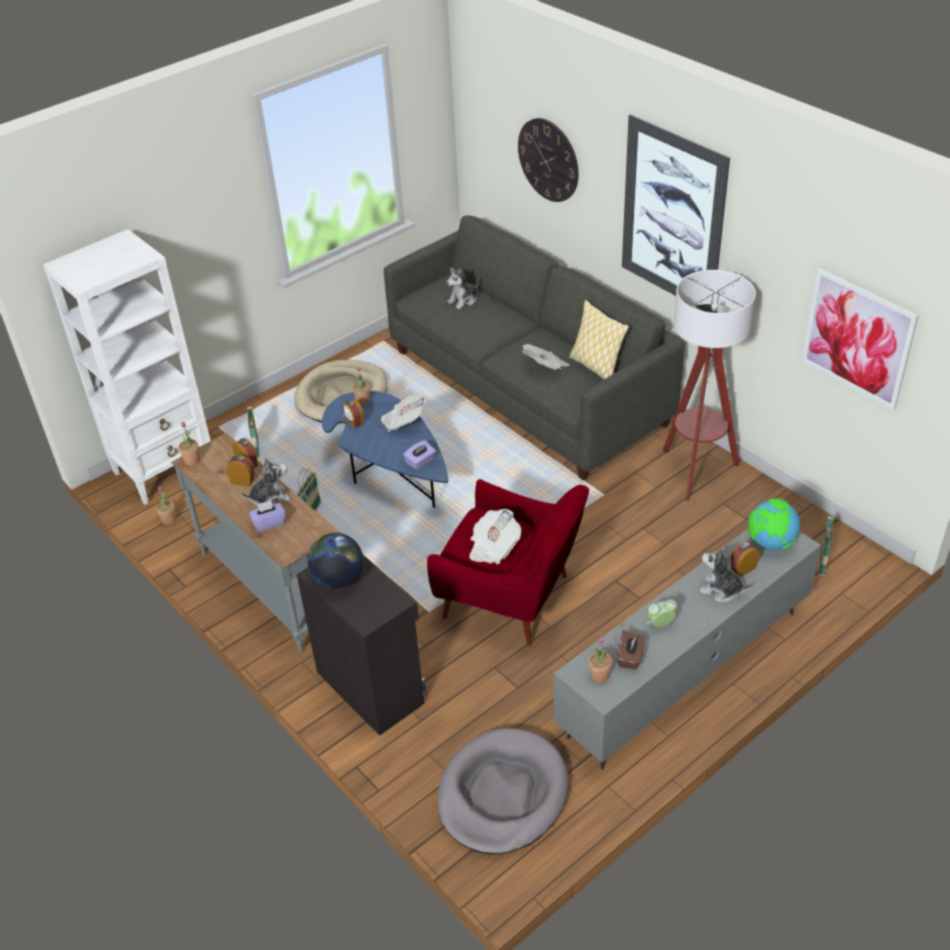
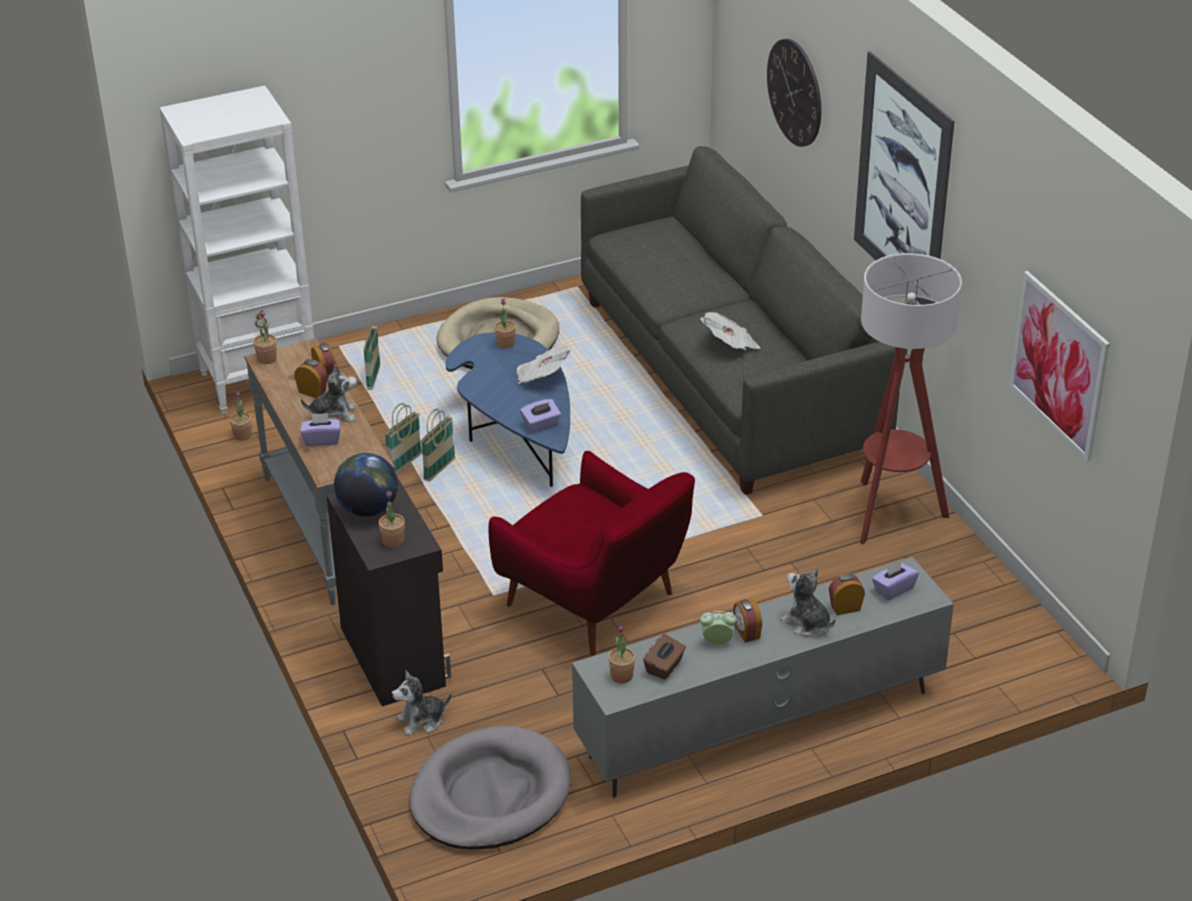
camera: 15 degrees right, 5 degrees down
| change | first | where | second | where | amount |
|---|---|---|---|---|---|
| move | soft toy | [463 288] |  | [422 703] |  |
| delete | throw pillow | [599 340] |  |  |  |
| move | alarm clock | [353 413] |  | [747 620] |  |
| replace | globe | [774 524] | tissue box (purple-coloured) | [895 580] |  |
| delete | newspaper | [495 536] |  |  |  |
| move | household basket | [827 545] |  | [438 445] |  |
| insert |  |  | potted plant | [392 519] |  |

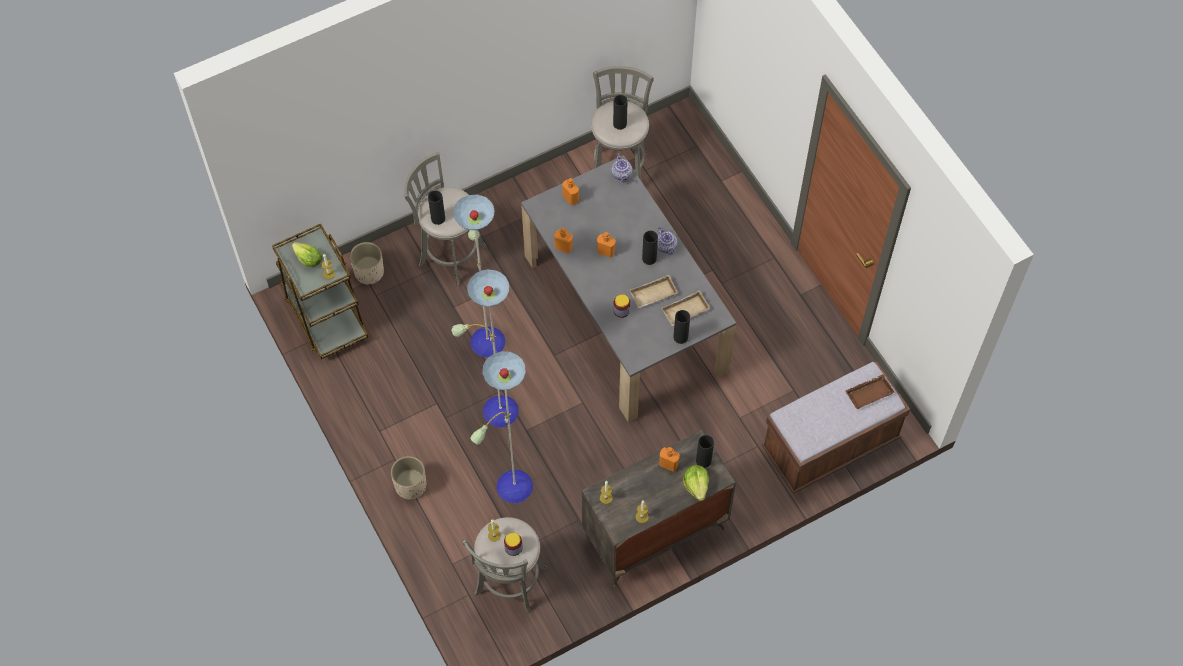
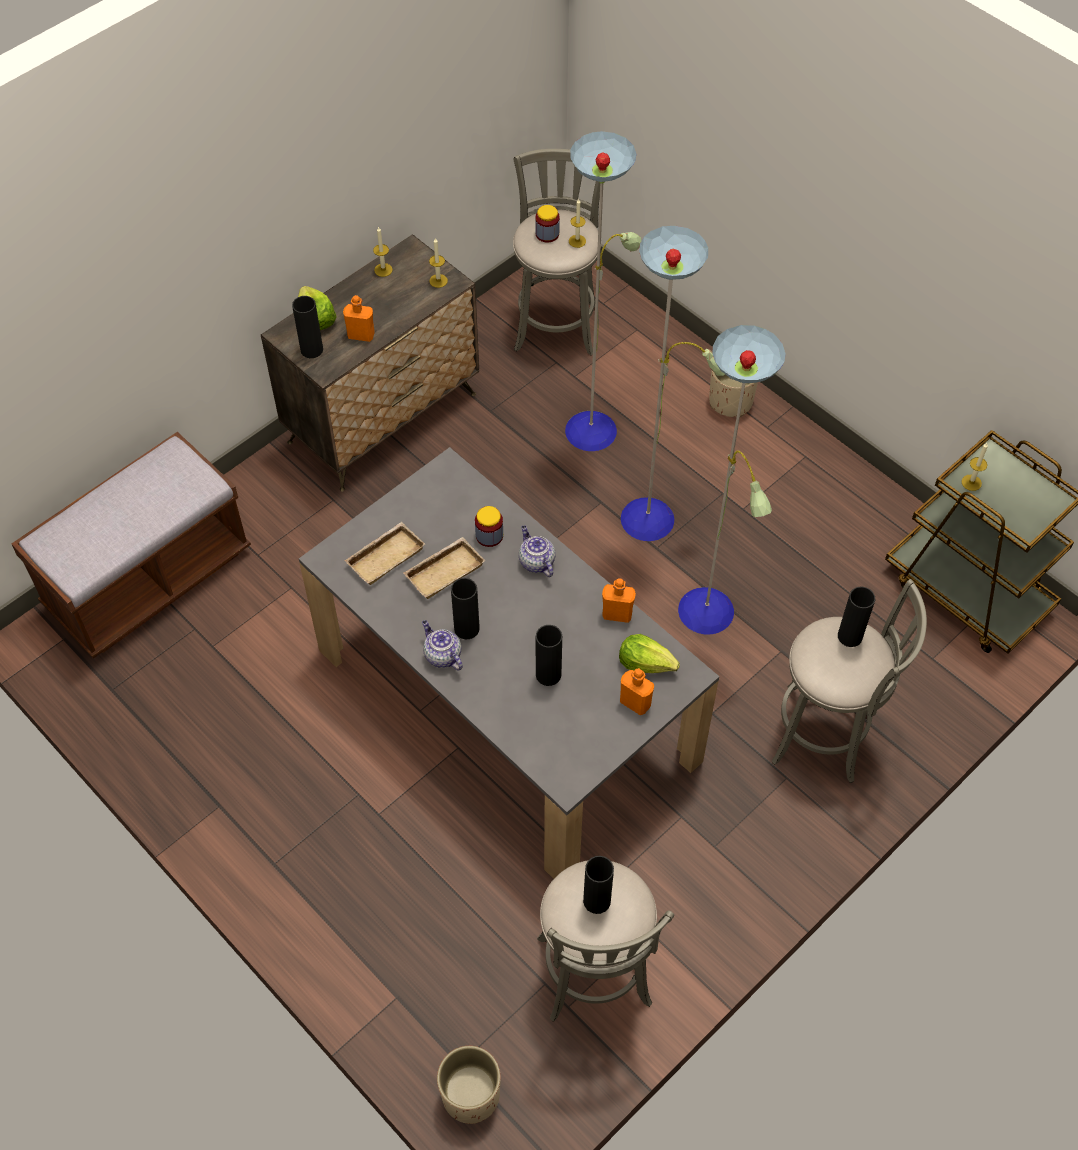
camera: 165 degrees right, 5 degrees down
| change | first | where | second | where | amount |
|---|---|---|---|---|---|
| move | pot for tea | [621 168] |  | [537 551] |  |
| delete | bottle (orangey) | [606 245] |  |  |  |
| move | lettuce | [307 254] |  | [649 653] |  |
| move | flower pot (beige-coloured) | [367 263] |  | [469 1085] |  |
| move | vase (blackish) | [681 327] |  | [549 655] |  |
| delete | carrying tray (brownish) | [870 391] |  |  |  |

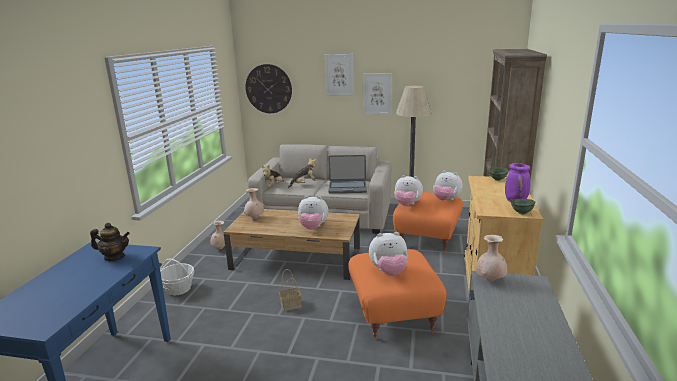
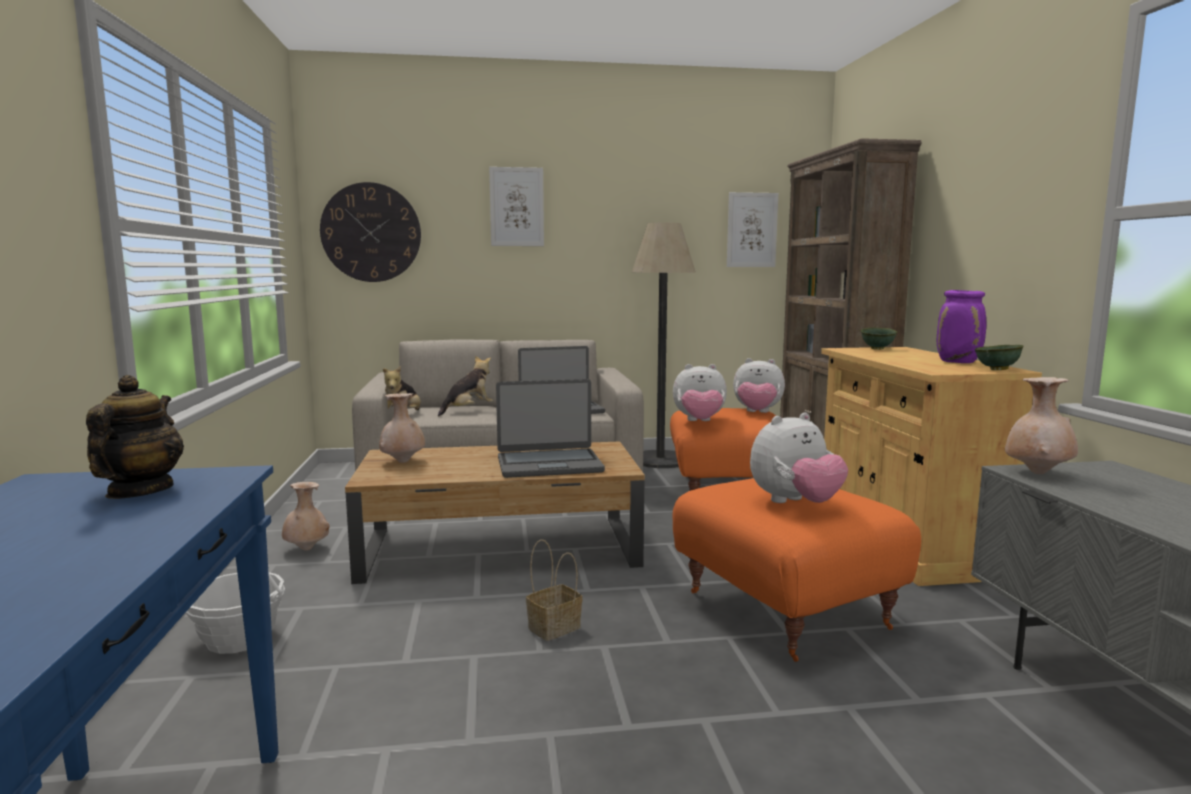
camera: 20 degrees left, 10 degrees down
| change | first | where | second | where | amount |
|---|---|---|---|---|---|
| move | wall art | [377 94] |  | [752 229] |  |
| replace | soft toy | [313 213] | laptop | [550 428] |  |
| rotate | pot for tea | [110 242] |  | [135 437] | 75 degrees counterclockwise |

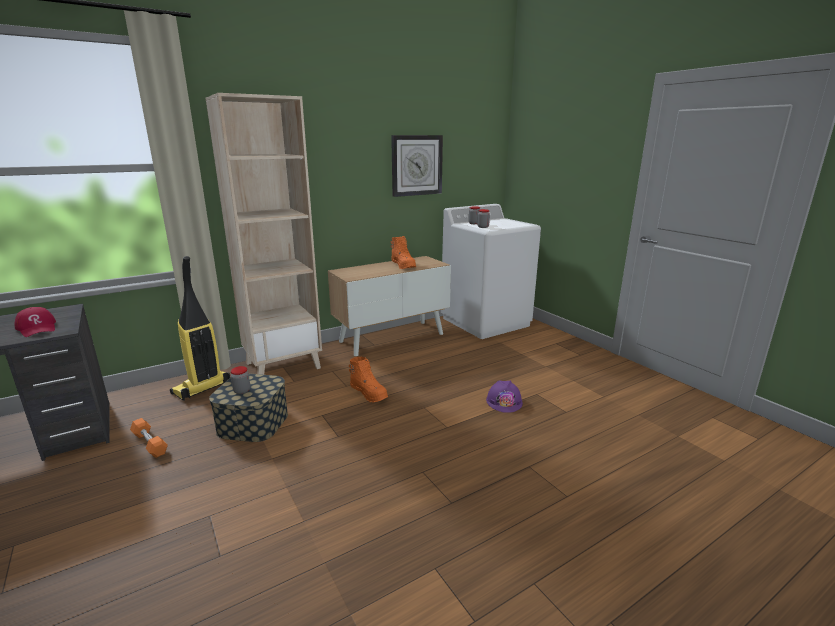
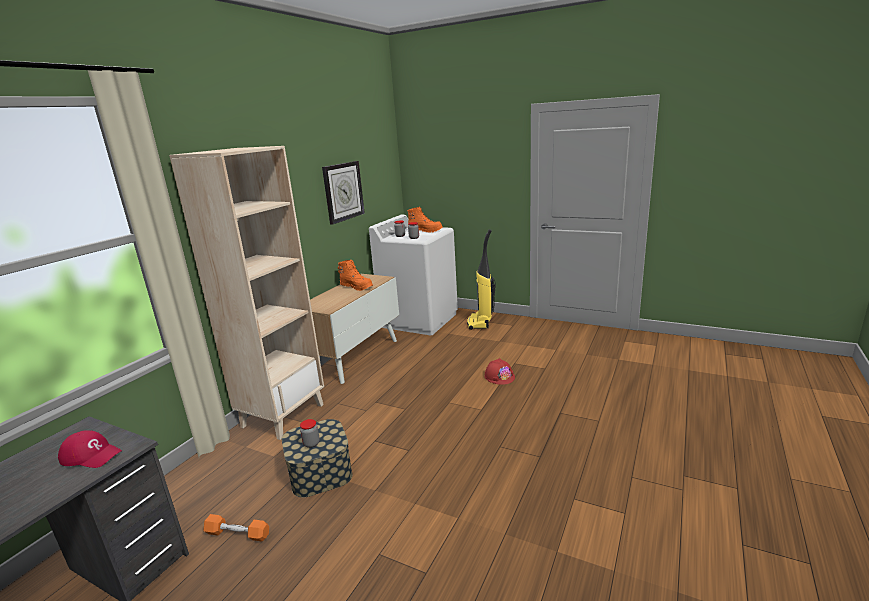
camera: 30 degrees left, 0 degrees up
| change | first | where | second | where | amount |
|---|---|---|---|---|---|
| move | vacuum | [200 328] |  | [481 279] |  |
| move | high-top boot (orangey) | [368 380] |  | [424 220] |  |
| recolor | safety helmet (purple-coloured) | [504 396] | safety helmet (red-coloured) | [500 371] |  |

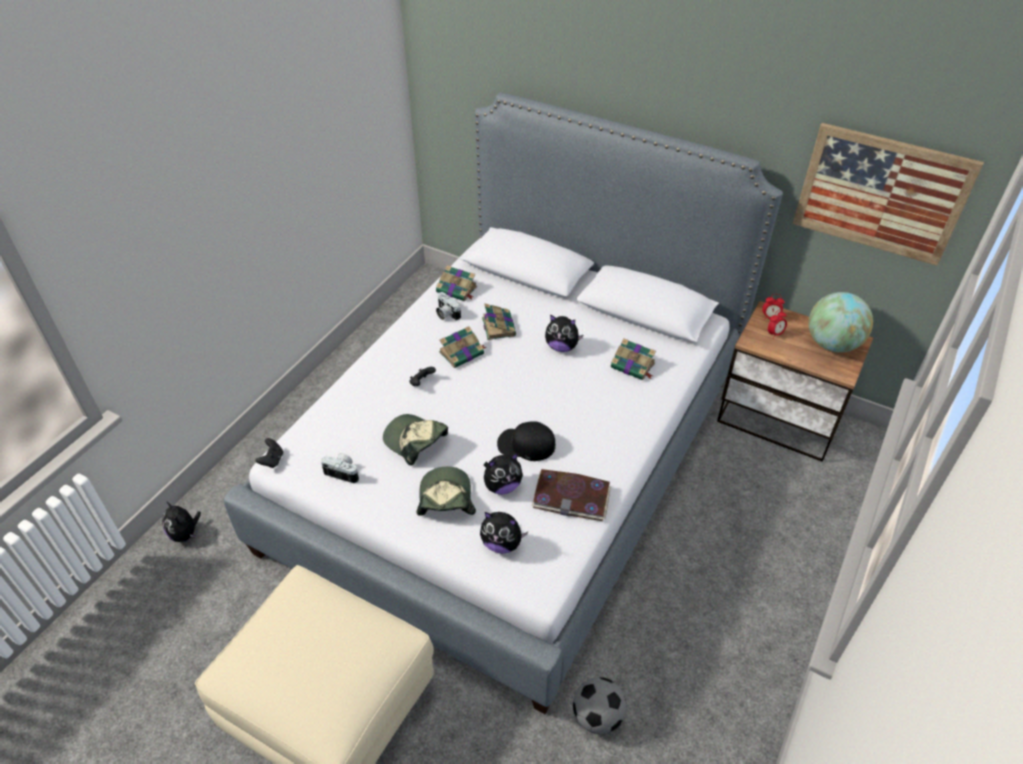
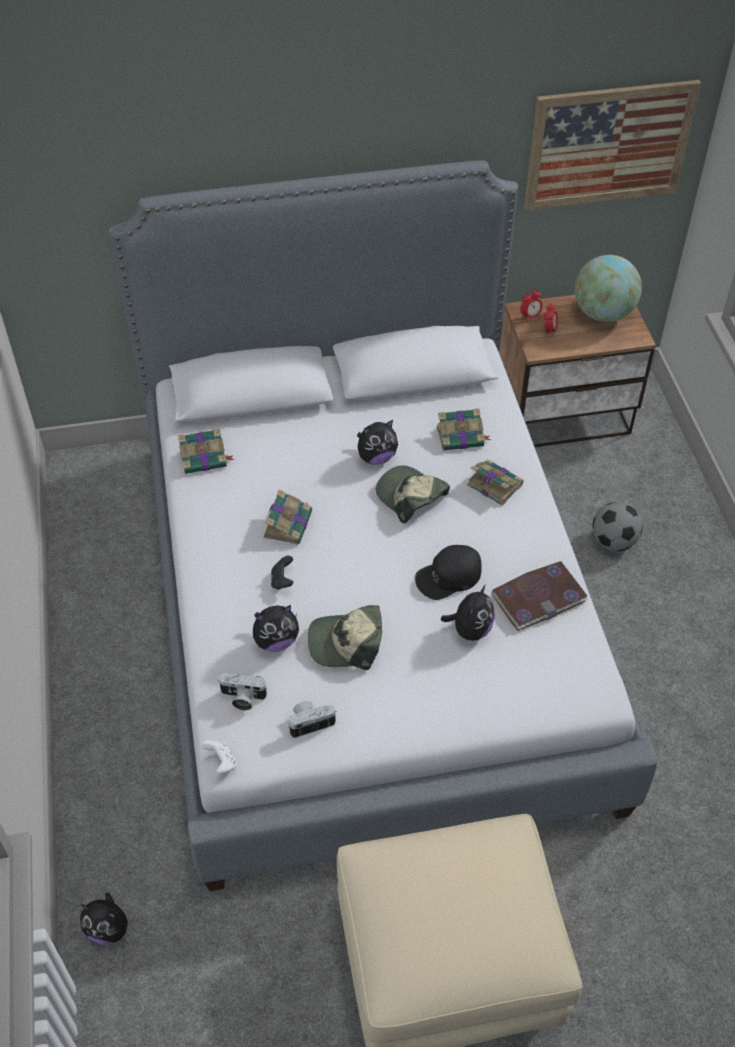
camera: 40 degrees left, 5 degrees up
| change | first | where | second | where | amount |
|---|---|---|---|---|---|
| move | still camera | [448 306] |  | [242 691] |  |
| move | volume | [499 321] |  | [495 482] |  |
| recolor | gamepad (blackish) | [269 453] | gamepad (white) | [219 757] |  |
| move | peaked cap | [446 491] |  | [413 494] |  |
| move | soft toy | [504 533] |  | [276 628] |  |
| move | ball for football | [599 705] |  | [617 526] |  |

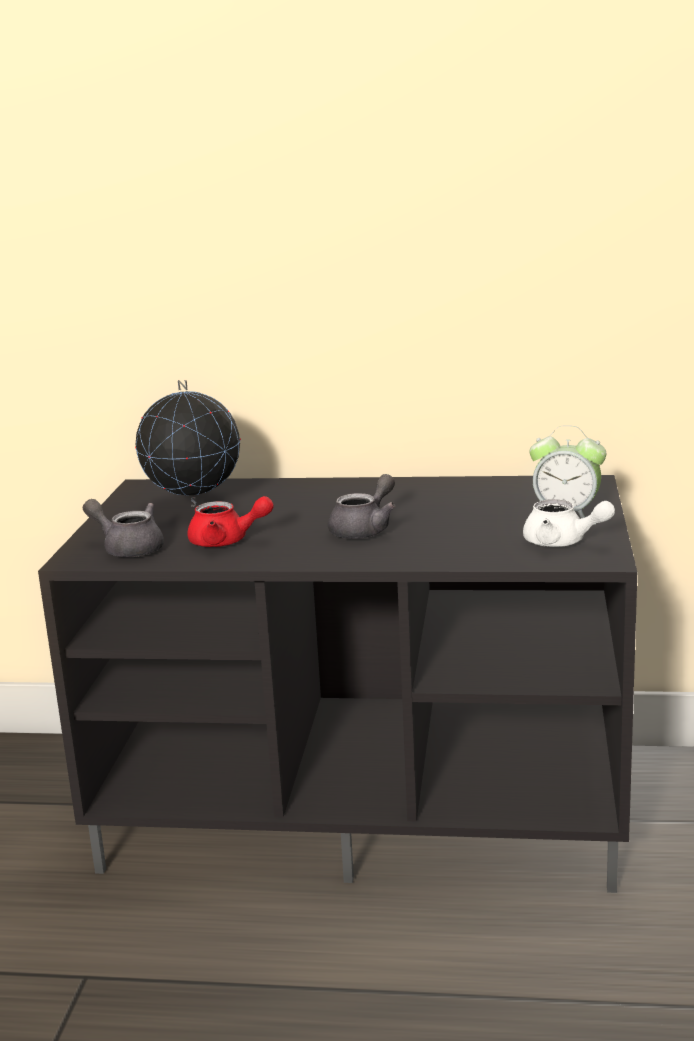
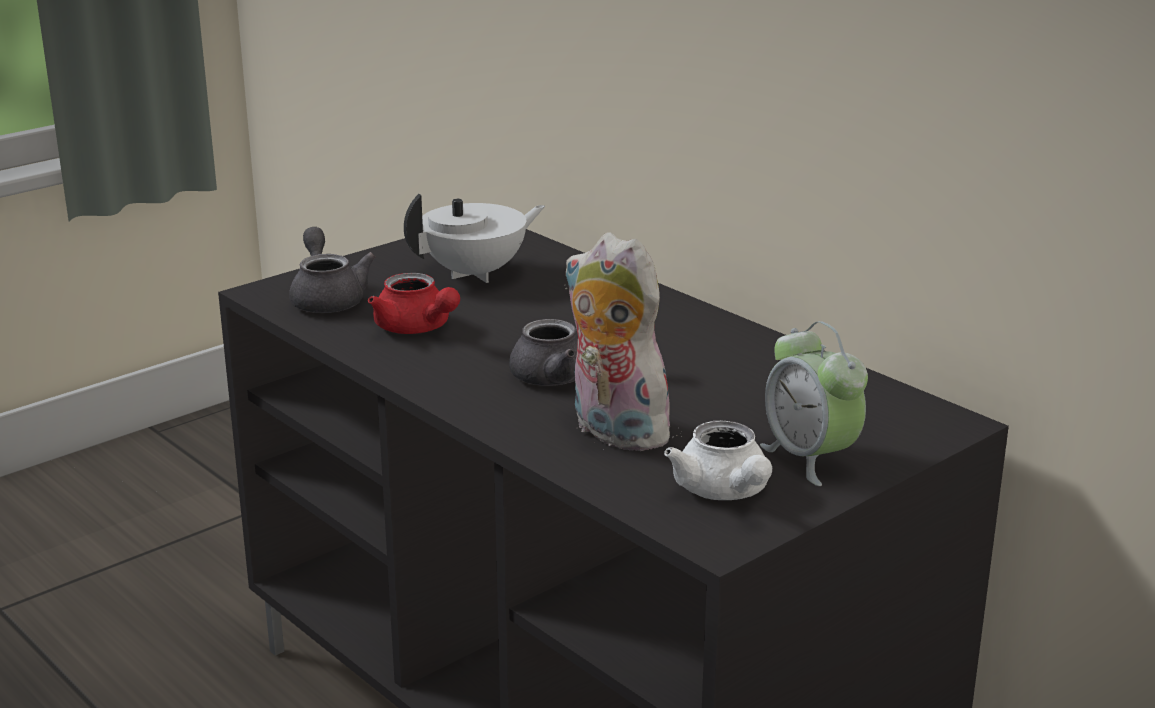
camera: 40 degrees right, 5 degrees up
| change | first | where | second | where | amount |
|---|---|---|---|---|---|
| replace | globe | [188 443] | pot for tea (white) | [474 238] |  |
| insert |  |  | soft toy | [623 341] |  |

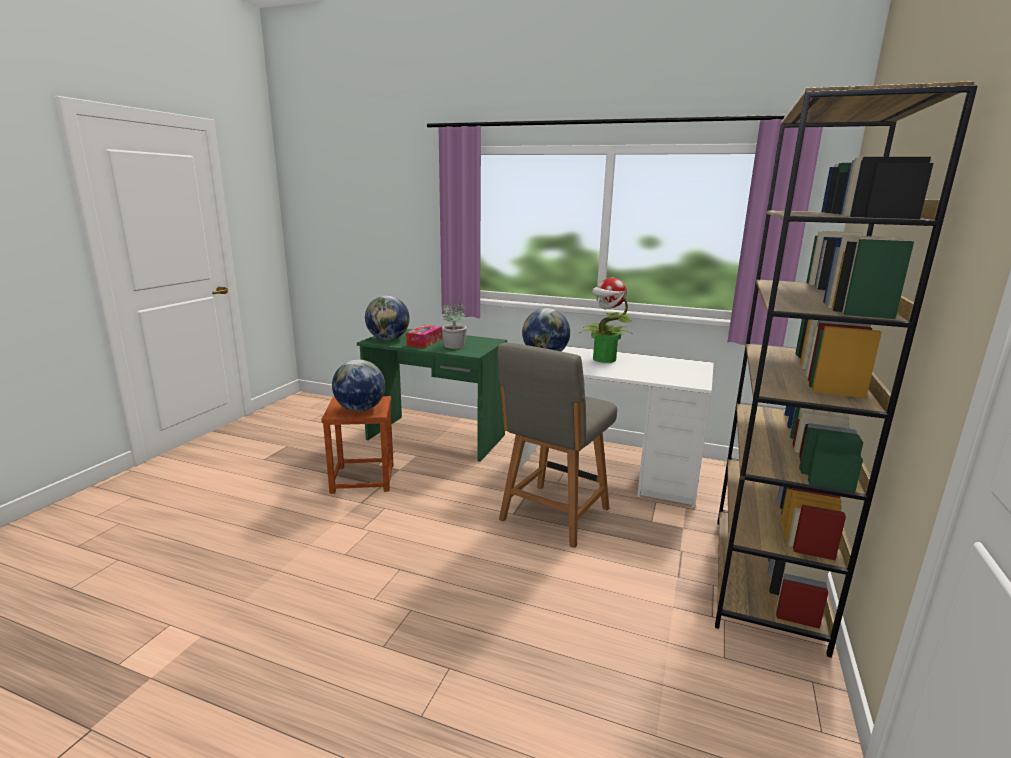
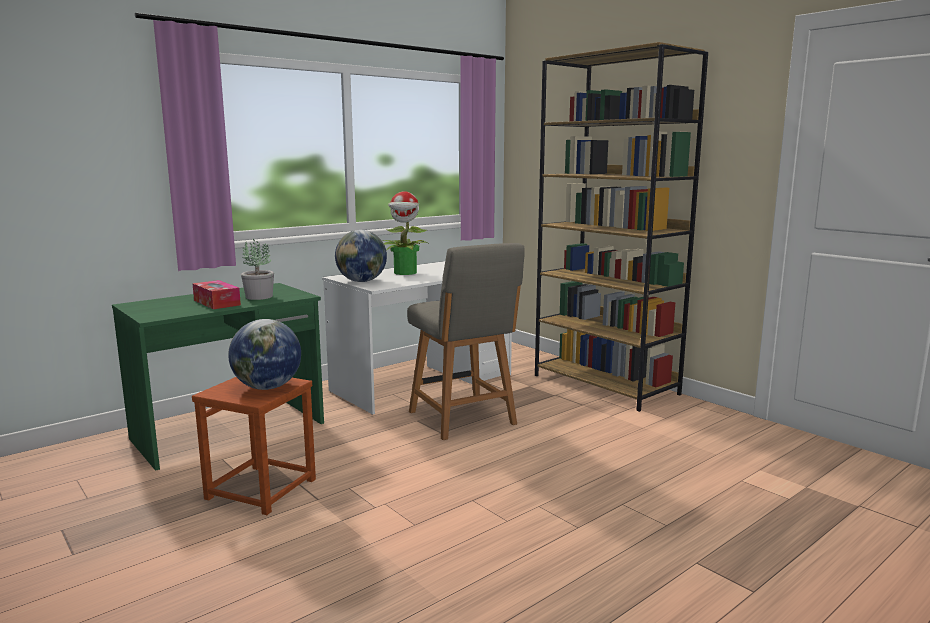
camera: 60 degrees left, 5 degrees down
| change | first | where | second | where | amount |
|---|---|---|---|---|---|
| delete | globe | [387 318] |  |  |  |

